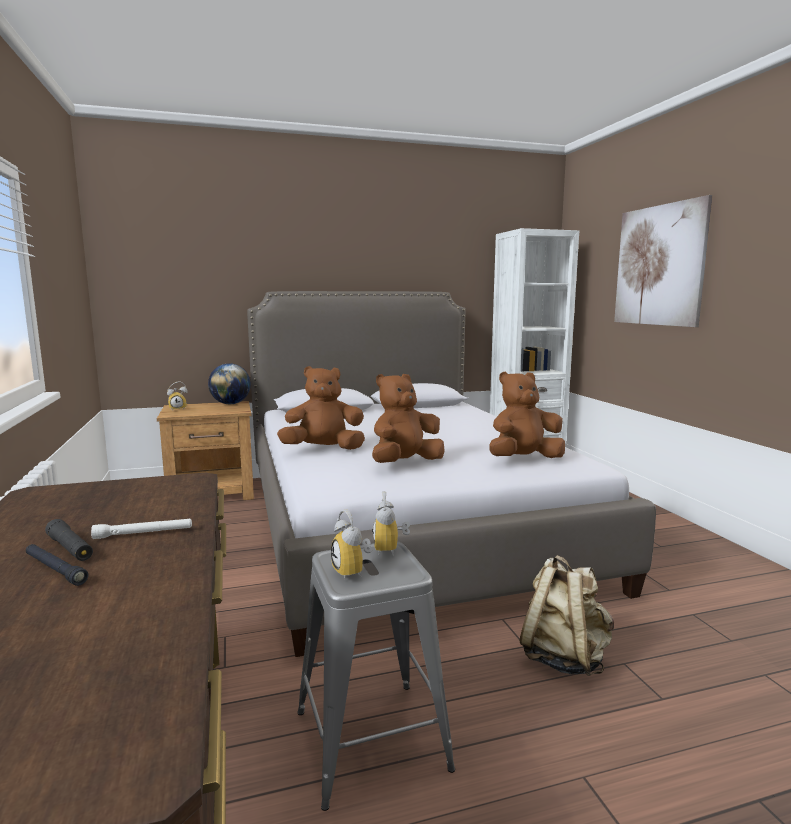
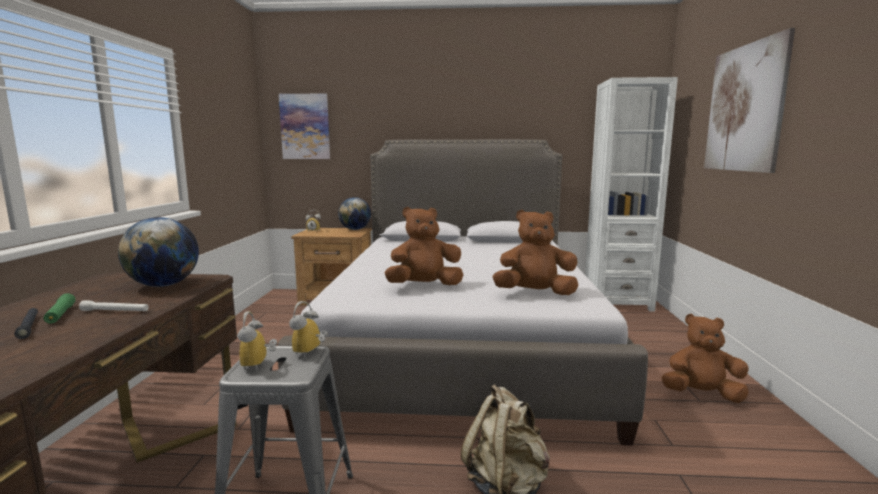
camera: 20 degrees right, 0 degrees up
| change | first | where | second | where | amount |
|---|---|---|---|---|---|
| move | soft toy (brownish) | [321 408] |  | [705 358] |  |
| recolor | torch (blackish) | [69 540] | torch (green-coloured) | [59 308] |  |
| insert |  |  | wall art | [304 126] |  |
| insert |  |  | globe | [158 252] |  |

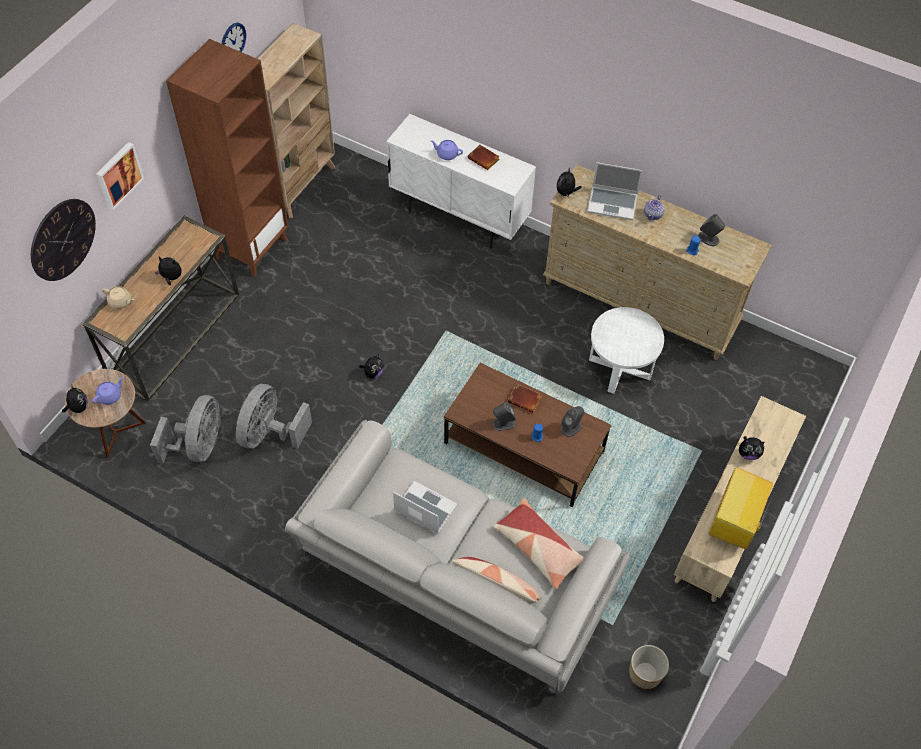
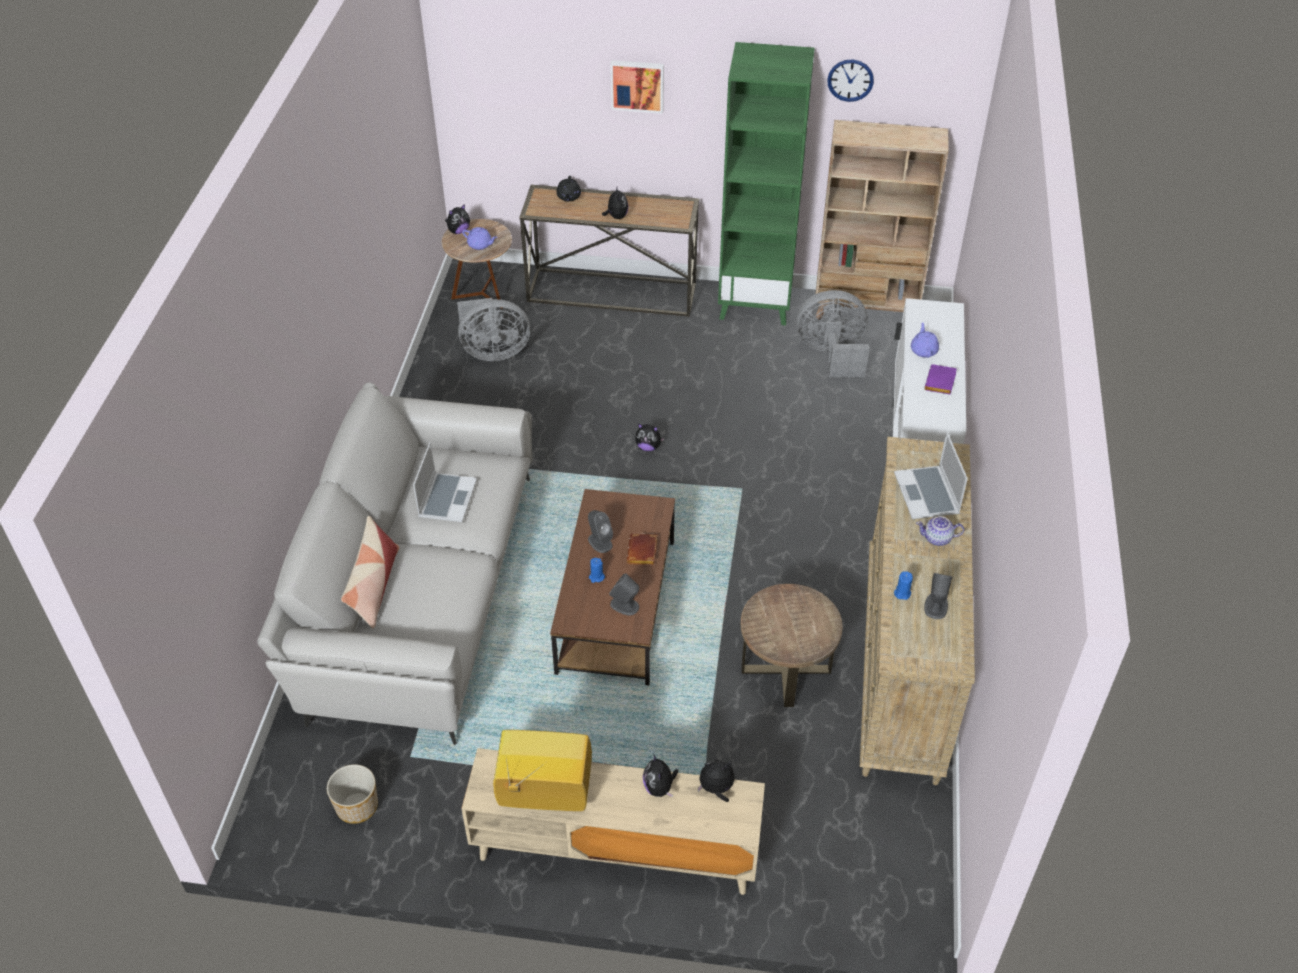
camera: 70 degrees right, 10 degrees down
| change | first | where | second | where | amount |
|---|---|---|---|---|---|
| recolor | bookshelf (brownish) | [227 158] | bookshelf (green-coloured) | [766 183] |  |
| recolor | volume (brownish) | [484 157] | volume (purple-coloured) | [940 379] |  |
| move | soft toy | [569 183] |  | [716 781] |  |
| delete | hanging clock | [63 240] |  |  |  |
| recolor | pot for tea (beige-coloured) | [118 297] | pot for tea (blackish) | [568 188] |  |
| recolor | end table (white) | [626 350] | end table (brownish) | [792 645] |  |
| move | electric fan (grey) | [274 416] |  | [832 333] |  |
| delete | throw pillow | [538 543] |  |  |  |

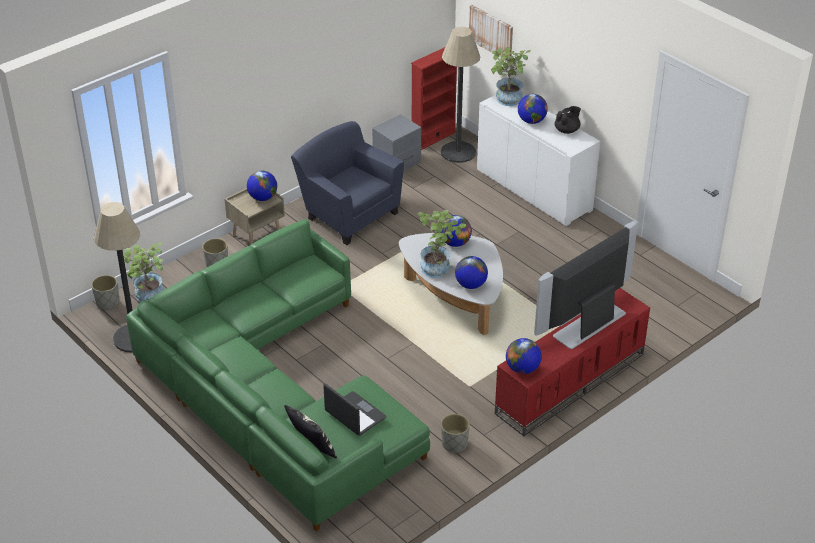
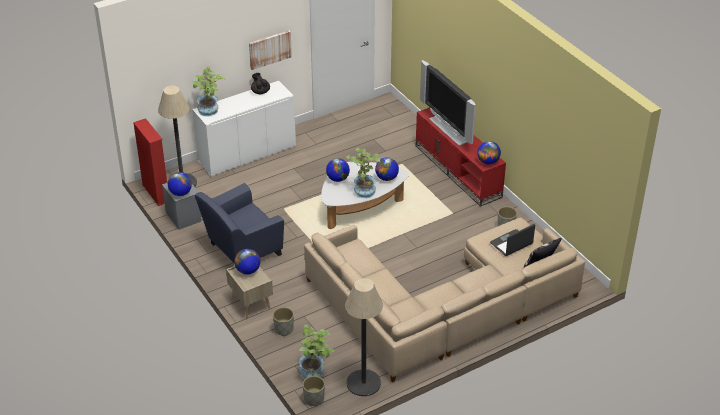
camera: 80 degrees left, 0 degrees up
| change | first | where | second | where | amount |
|---|---|---|---|---|---|
| move | wall art | [491 32] |  | [270 50] |  |
| move | globe | [533 109] |  | [180 184] |  |
| recolor | sofa (green-coloured) | [278 375] | sofa (beige-coloured) | [444 299] |  |

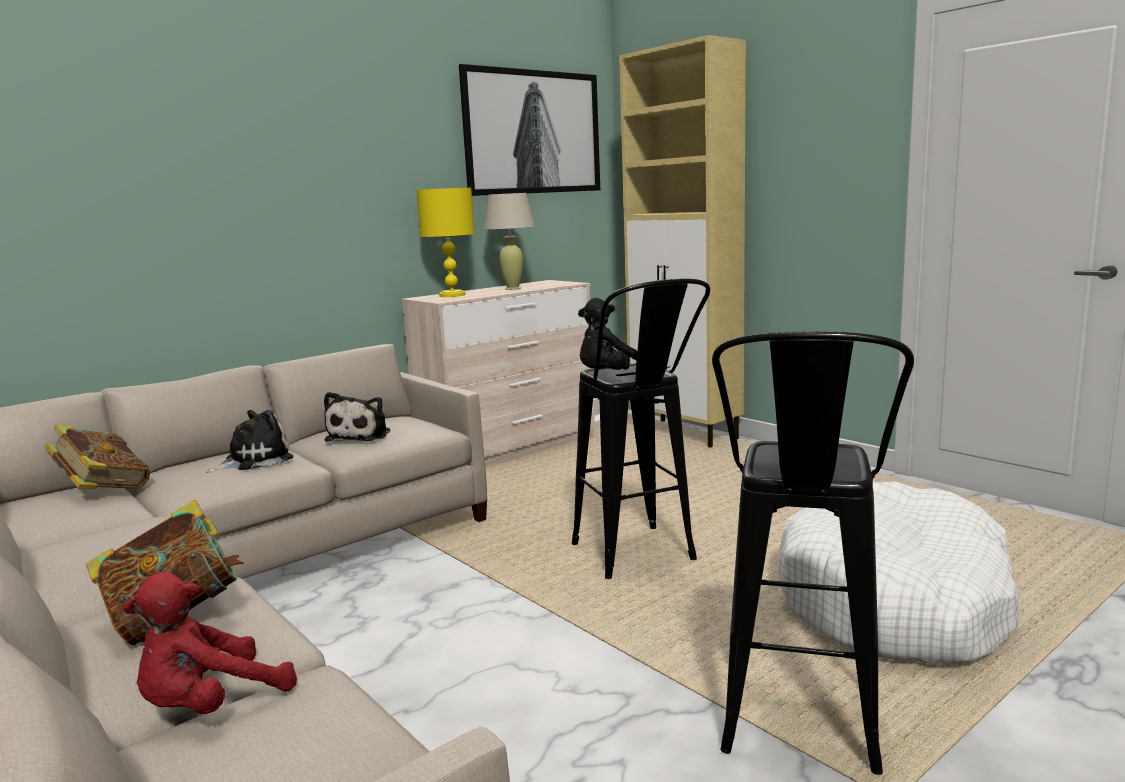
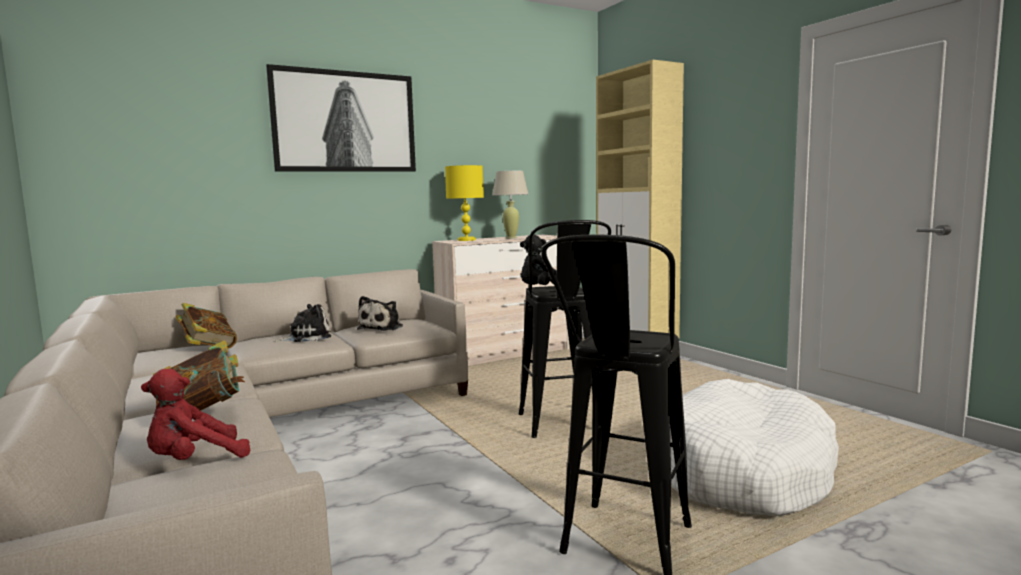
camera: 10 degrees right, 5 degrees down
| change | first | where | second | where | amount |
|---|---|---|---|---|---|
| move | wall art | [529 130] |  | [341 118] |  |

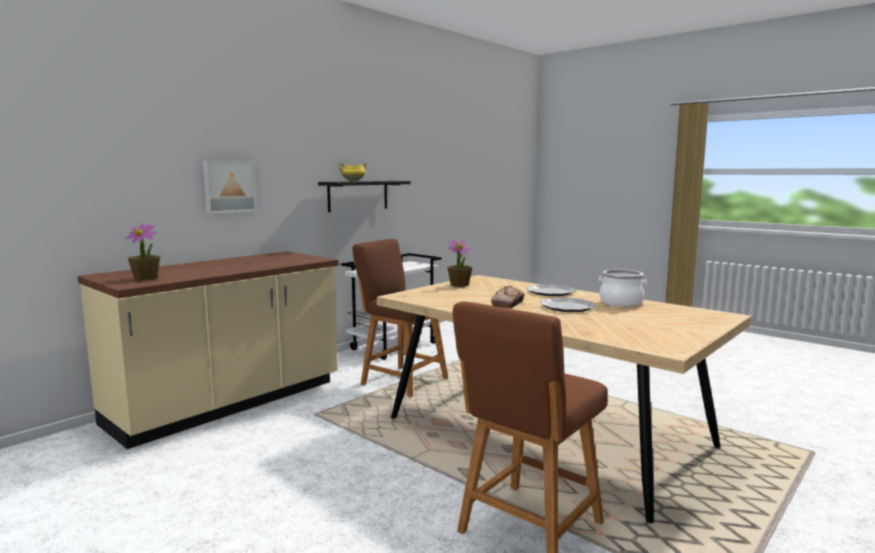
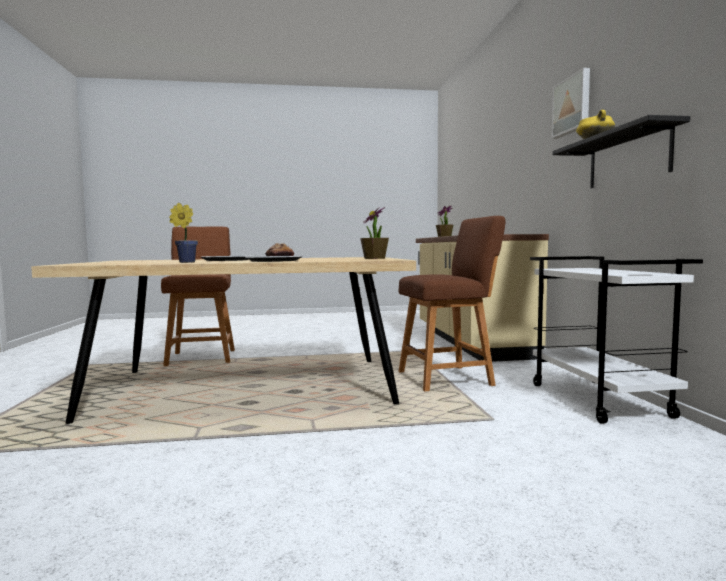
camera: 130 degrees right, 5 degrees down
| change | first | where | second | where | amount |
|---|---|---|---|---|---|
| move | wall art | [230 187] |  | [571 103] |  |
| replace | cooking pot | [623 288] | potted plant | [183 233] |  |

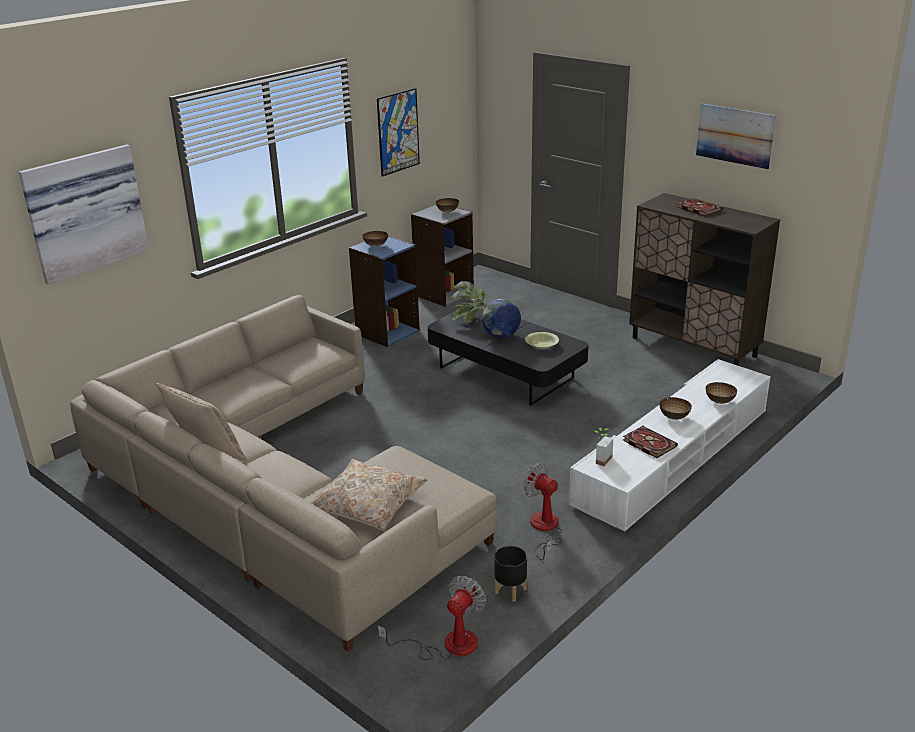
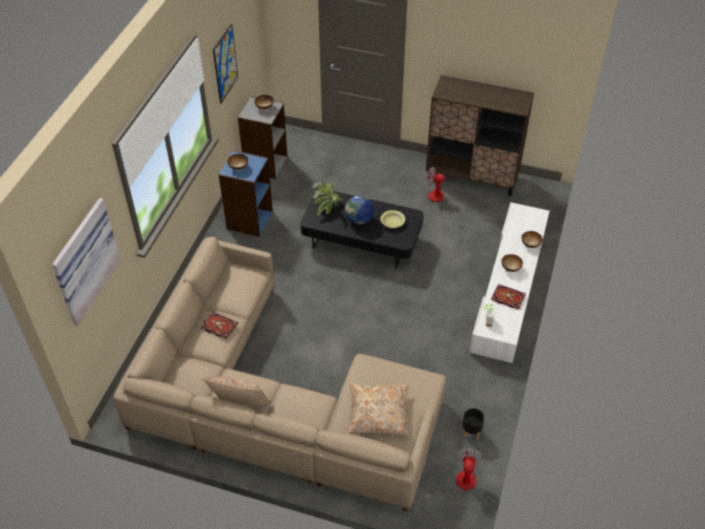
camera: 25 degrees left, 20 degrees up
| change | first | where | second | where | amount |
|---|---|---|---|---|---|
| delete | wall art | [736 136] |  |  |  |
| move | volume | [700 207] |  | [219 325] |  |
| move | electric fan | [542 511] |  | [441 193] |  |

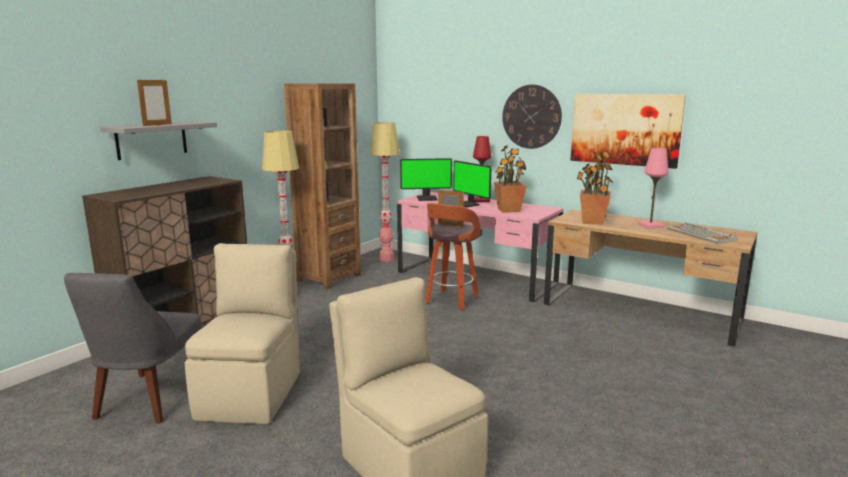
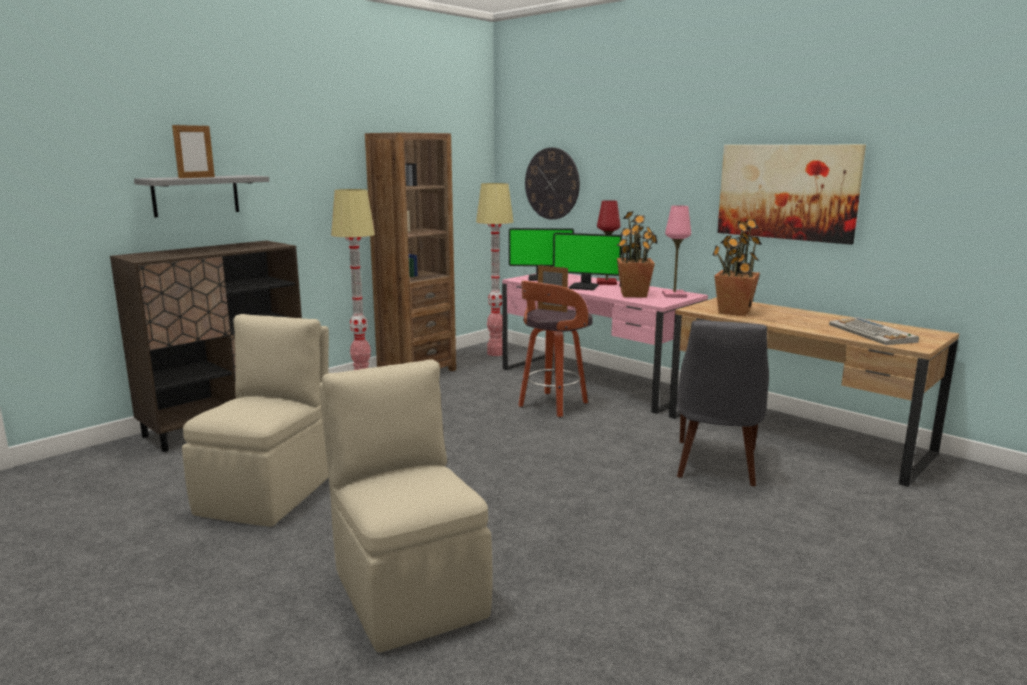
camera: 10 degrees right, 0 degrees up
| change | first | where | second | where | amount |
|---|---|---|---|---|---|
| move | hanging clock | [532 117] |  | [552 184] |  |
| move | table lamp (pink-coloured) | [652 188] |  | [676 251] |  |
| rotate | computer screen | [472 184] |  | [587 261] | 45 degrees counterclockwise |
| move | chair (grey) | [133 348] |  | [723 403] |  |

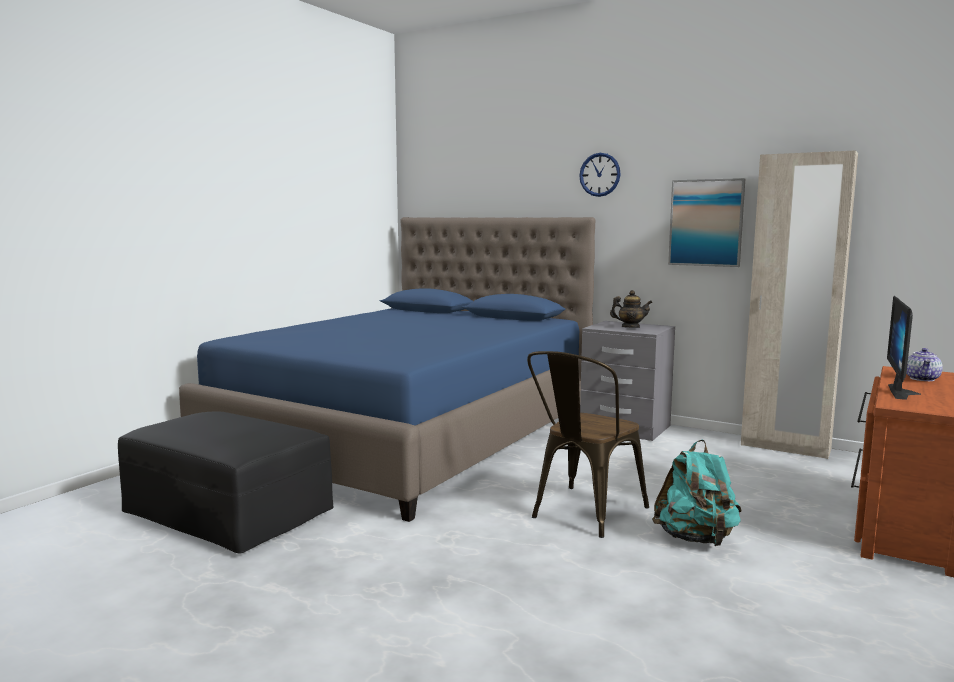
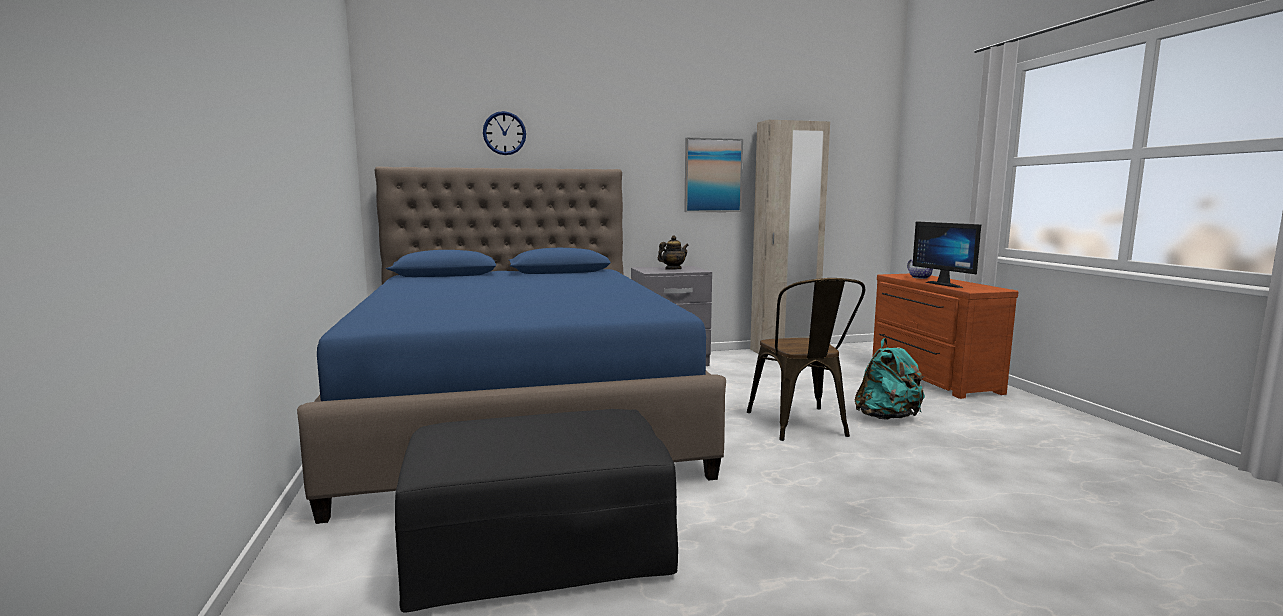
camera: 45 degrees left, 0 degrees up
| change | first | where | second | where | amount |
|---|---|---|---|---|---|
| move | hanging clock | [600 175] |  | [504 133] |  |

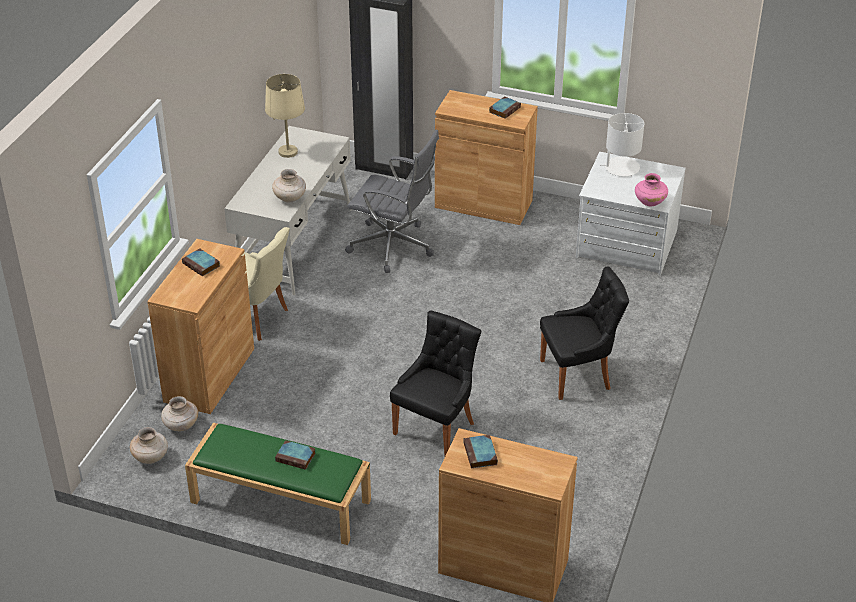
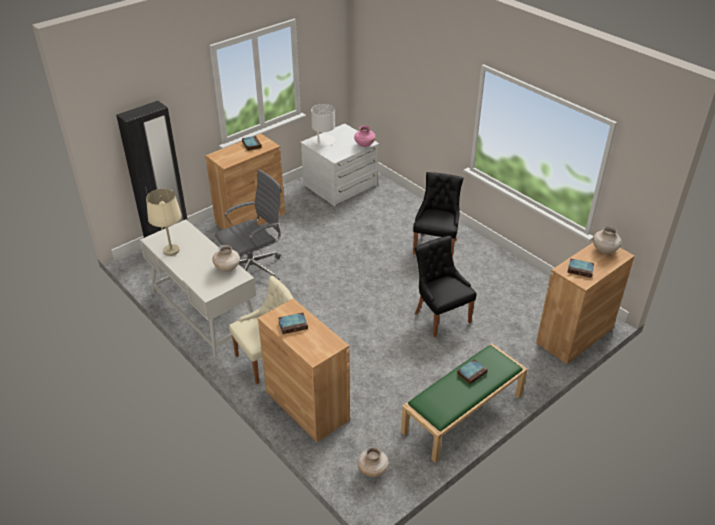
camera: 60 degrees left, 0 degrees up
| change | first | where | second | where | amount |
|---|---|---|---|---|---|
| move | vase (beige-coloured) | [179 413] |  | [607 240] |  |

